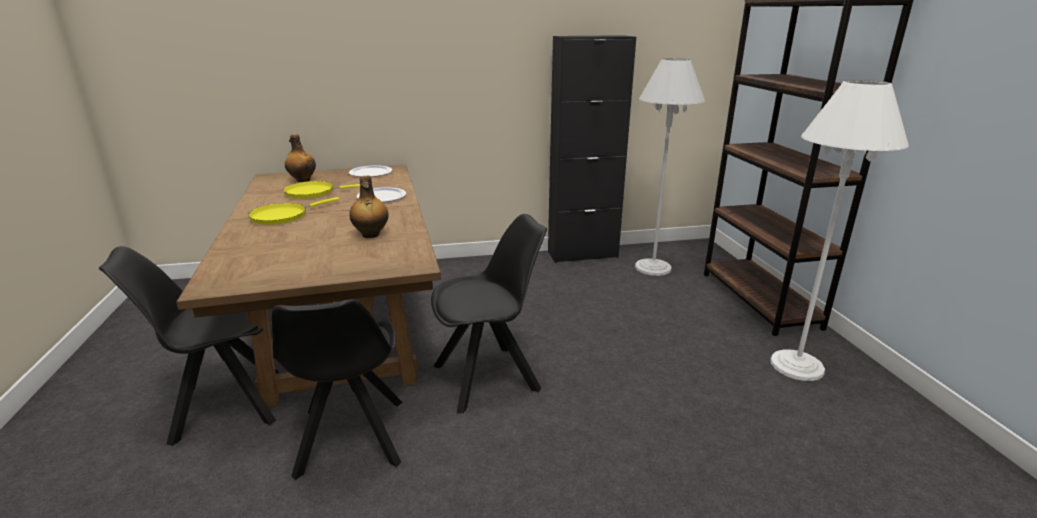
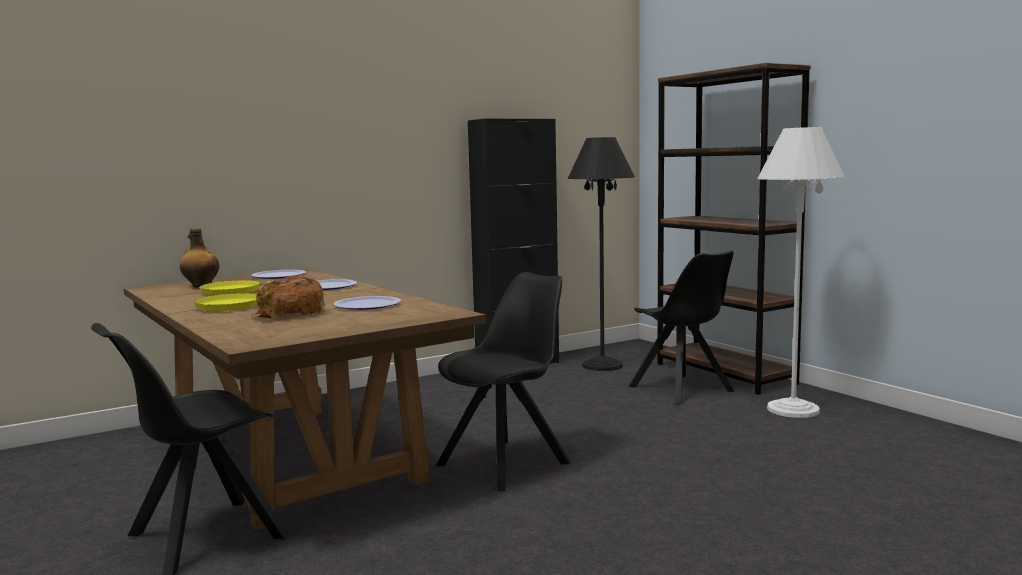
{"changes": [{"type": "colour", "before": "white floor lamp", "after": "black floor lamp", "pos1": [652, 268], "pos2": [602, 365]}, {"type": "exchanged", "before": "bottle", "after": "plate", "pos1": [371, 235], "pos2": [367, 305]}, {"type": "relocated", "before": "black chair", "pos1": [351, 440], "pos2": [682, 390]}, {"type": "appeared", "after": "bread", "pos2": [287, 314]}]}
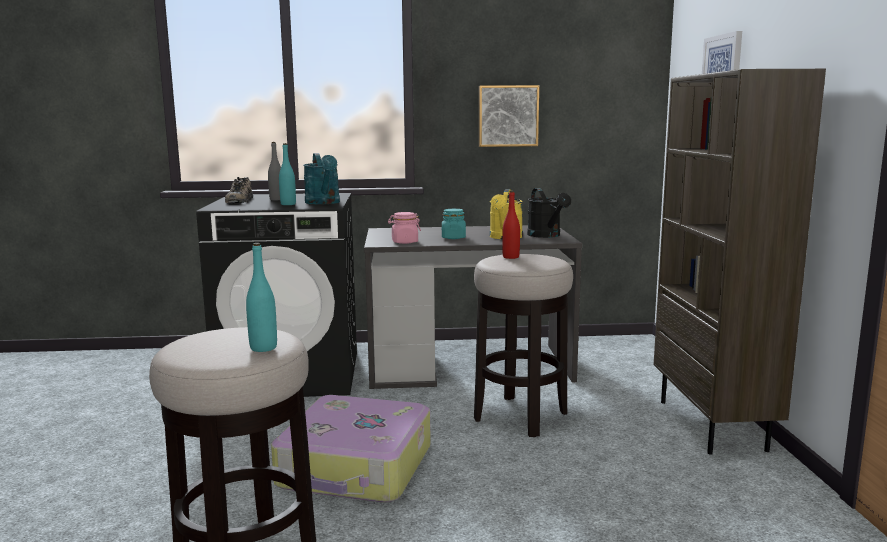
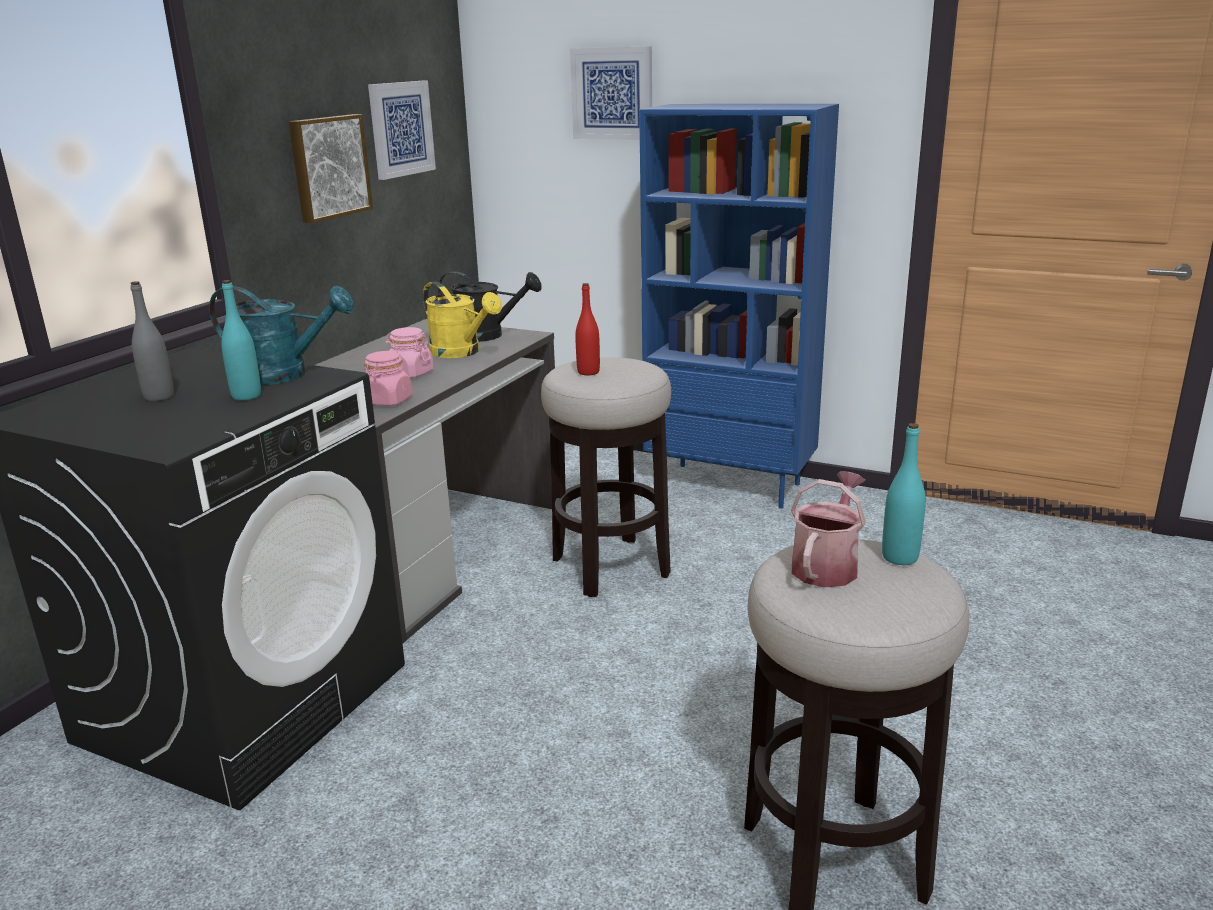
{"changes": [{"type": "colour", "before": "brown bookcase", "after": "blue bookcase", "pos1": [713, 425], "pos2": [731, 485]}, {"type": "missing", "before": "shoe", "pos1": [238, 200]}, {"type": "colour", "before": "turquoise jar", "after": "pink jar", "pos1": [453, 237], "pos2": [410, 373]}, {"type": "missing", "before": "suitcase", "pos1": [356, 467]}, {"type": "appeared", "after": "picture", "pos2": [400, 129]}, {"type": "appeared", "after": "watering can", "pos2": [827, 565]}]}
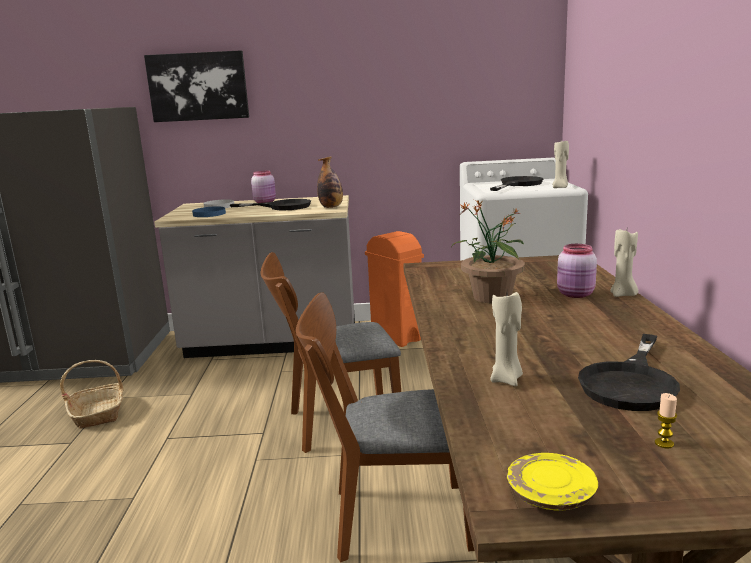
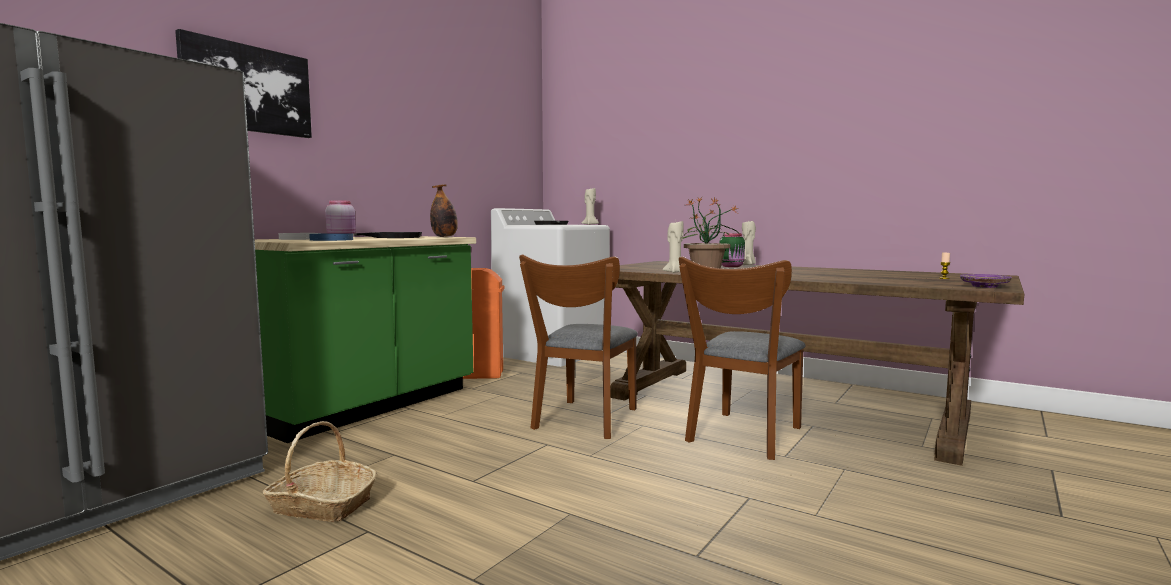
{"changes": [{"type": "colour", "before": "grey counter", "after": "green counter", "pos1": [272, 342], "pos2": [366, 406]}, {"type": "colour", "before": "pink jar", "after": "green jar", "pos1": [576, 294], "pos2": [732, 266]}, {"type": "relocated", "before": "beige candle", "pos1": [507, 379], "pos2": [674, 272]}, {"type": "missing", "before": "black frying pan", "pos1": [631, 382]}, {"type": "colour", "before": "yellow plate", "after": "purple plate", "pos1": [550, 495], "pos2": [985, 286]}]}
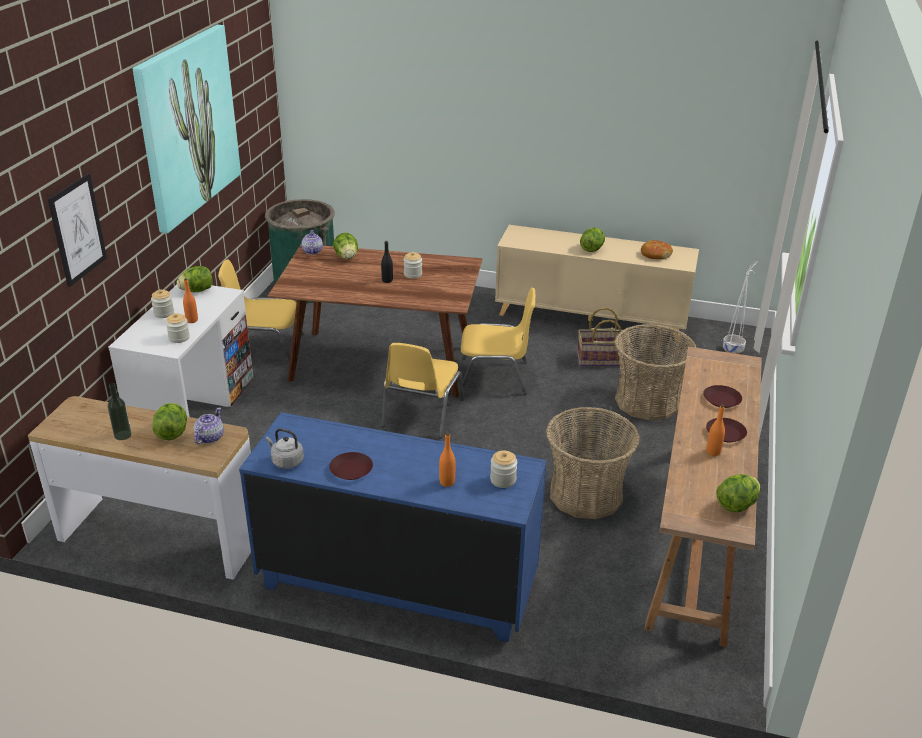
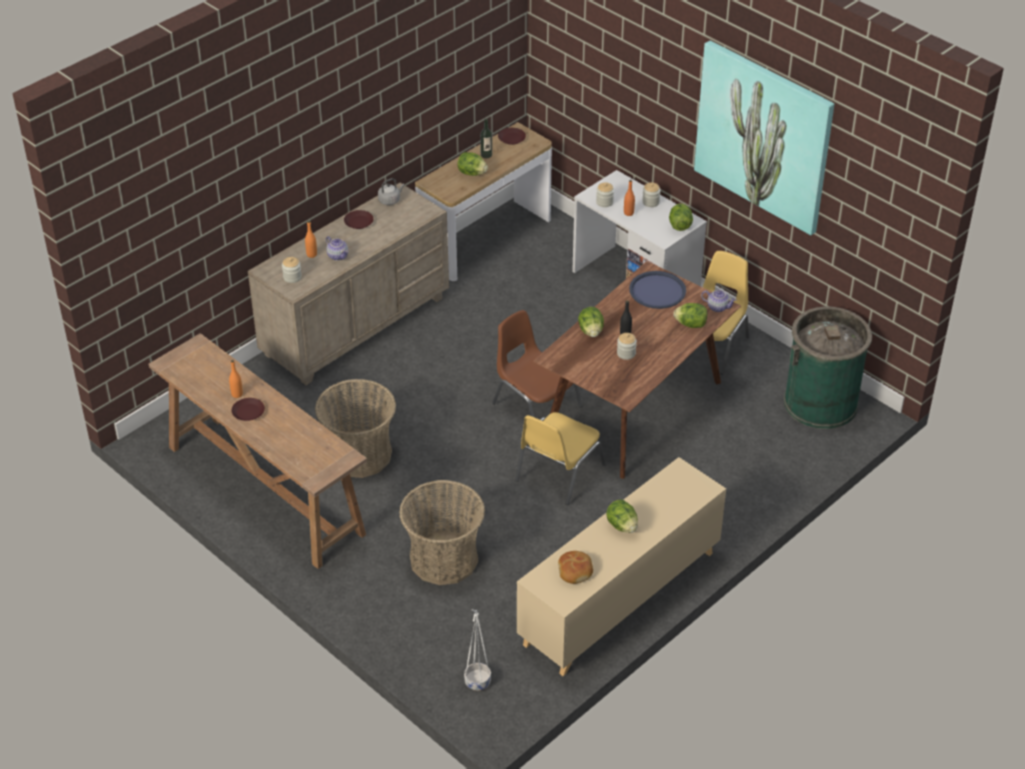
{"changes": [{"type": "missing", "before": "picture", "pos1": [77, 230]}, {"type": "missing", "before": "basket", "pos1": [600, 360]}, {"type": "colour", "before": "yellow chair", "after": "brown chair", "pos1": [421, 414], "pos2": [535, 405]}, {"type": "relocated", "before": "brown plate", "pos1": [722, 400], "pos2": [511, 139]}, {"type": "relocated", "before": "teapot", "pos1": [209, 437], "pos2": [337, 255]}, {"type": "colour", "before": "blue dresser", "after": "beige dresser", "pos1": [397, 582], "pos2": [355, 327]}, {"type": "relocated", "before": "lettuce", "pos1": [736, 505], "pos2": [591, 331]}, {"type": "appeared", "after": "blue tray", "pos2": [657, 291]}]}
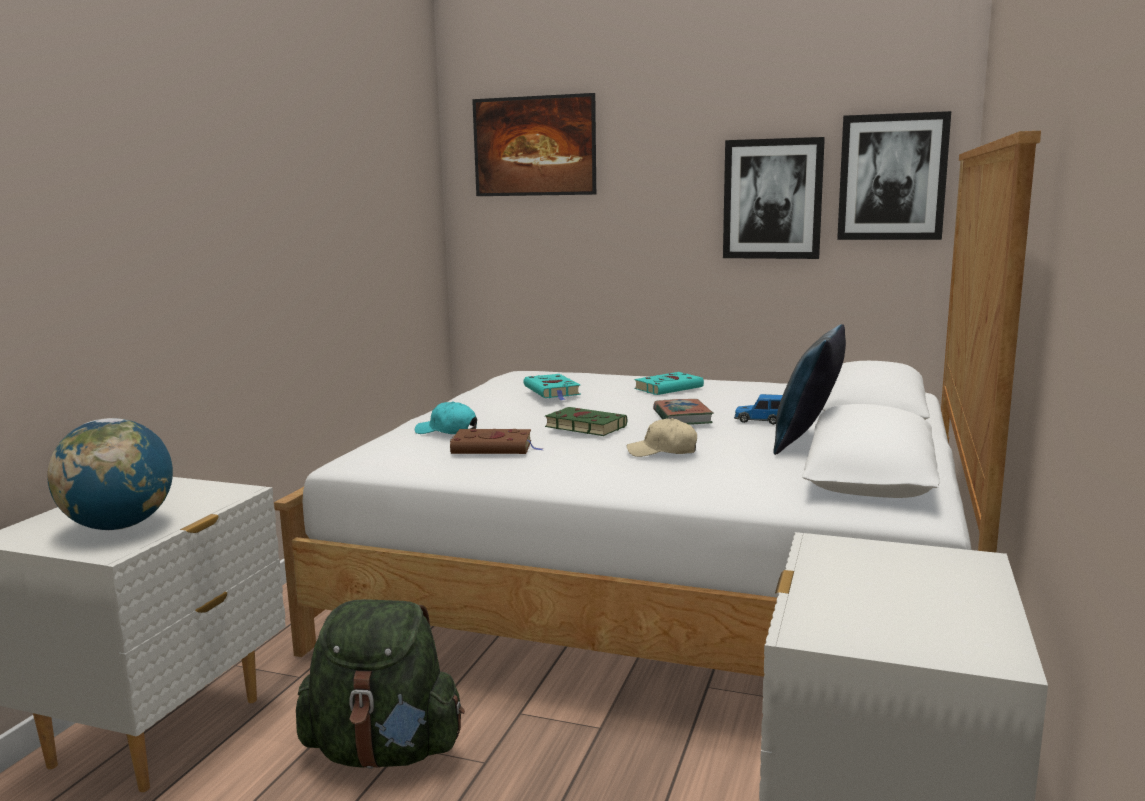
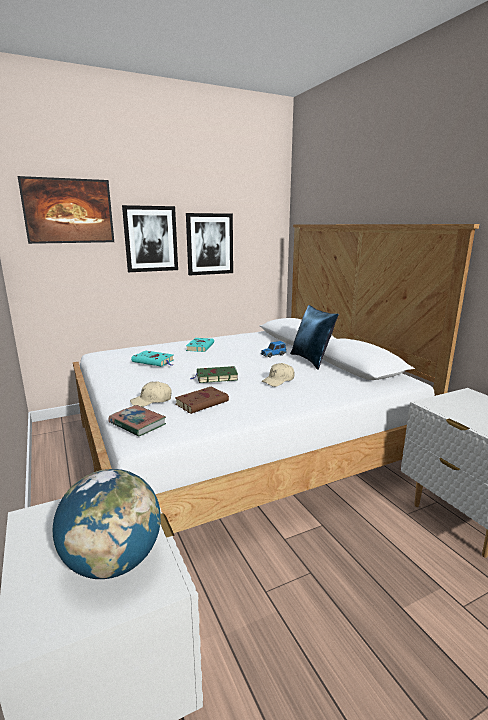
{"changes": [{"type": "relocated", "before": "picture", "pos1": [892, 177], "pos2": [150, 239]}, {"type": "relocated", "before": "book", "pos1": [682, 417], "pos2": [137, 423]}, {"type": "colour", "before": "turquoise cap", "after": "beige cap", "pos1": [447, 431], "pos2": [152, 401]}, {"type": "missing", "before": "green backpack", "pos1": [384, 751]}]}
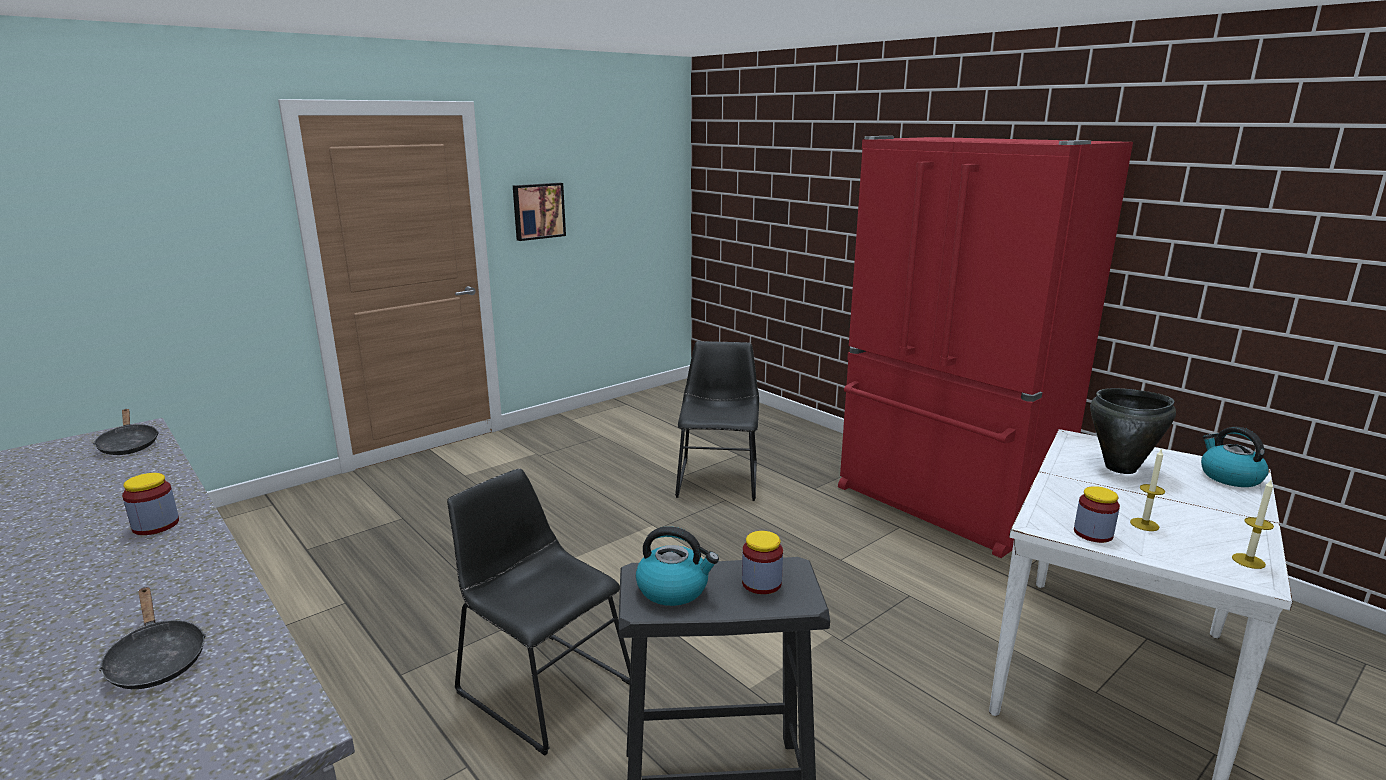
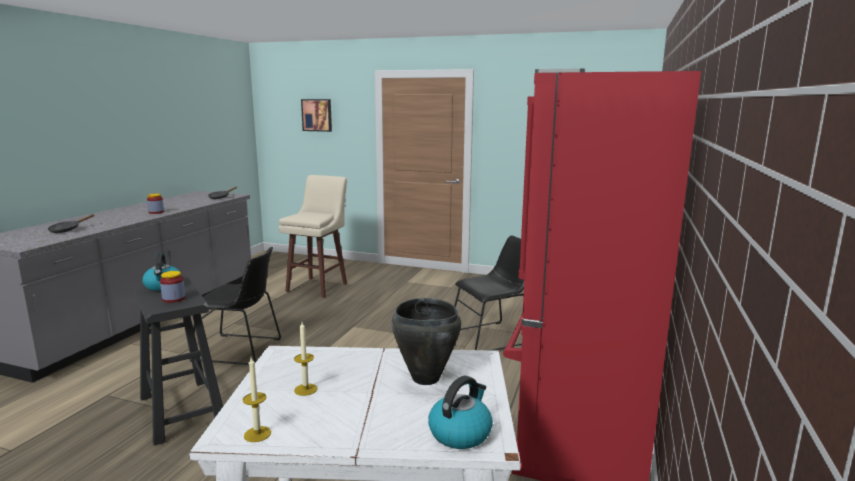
{"changes": [{"type": "relocated", "before": "picture", "pos1": [538, 211], "pos2": [317, 115]}, {"type": "spun", "before": "black chair", "pos1": [540, 684], "pos2": [241, 350], "turn": 90}, {"type": "missing", "before": "jar", "pos1": [1093, 533]}, {"type": "appeared", "after": "beige stool", "pos2": [318, 287]}]}
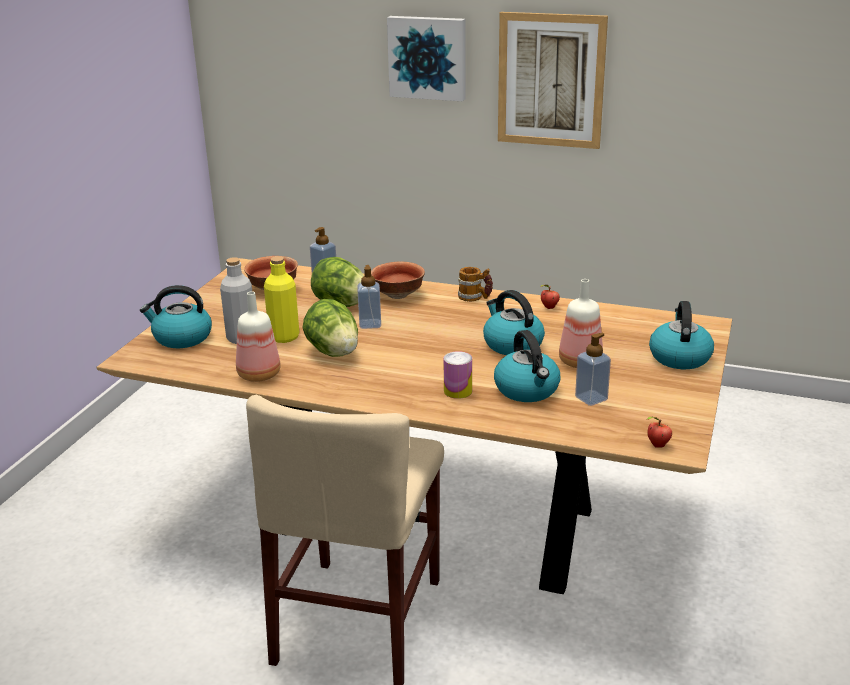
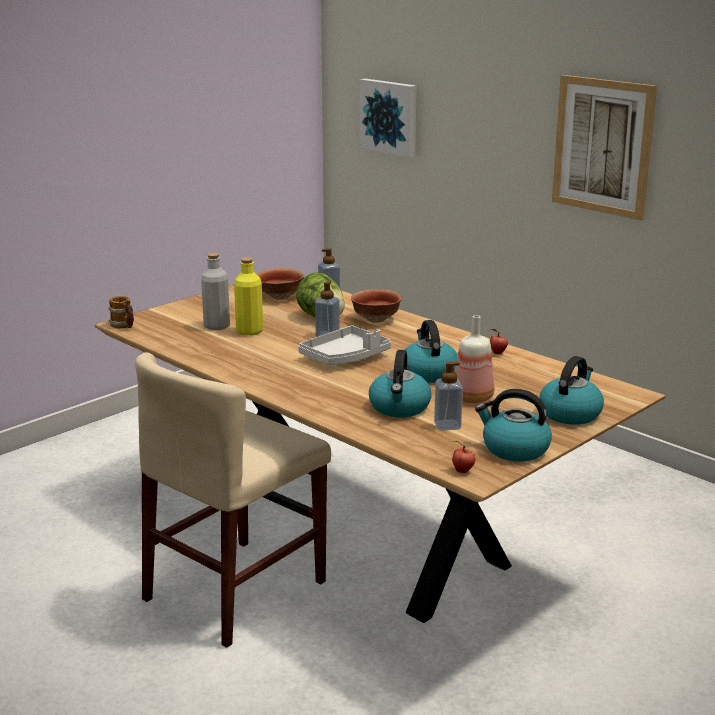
{"changes": [{"type": "relocated", "before": "picture", "pos1": [428, 57], "pos2": [390, 117]}, {"type": "relocated", "before": "mug", "pos1": [475, 297], "pos2": [124, 326]}, {"type": "relocated", "before": "kettle", "pos1": [181, 338], "pos2": [514, 449]}, {"type": "missing", "before": "bottle", "pos1": [258, 375]}, {"type": "missing", "before": "lettuce", "pos1": [333, 352]}, {"type": "missing", "before": "can", "pos1": [458, 391]}, {"type": "appeared", "after": "grey tray", "pos2": [345, 357]}]}
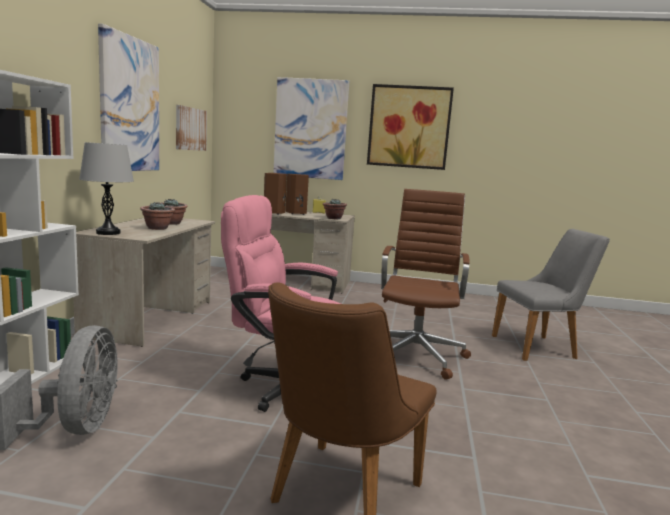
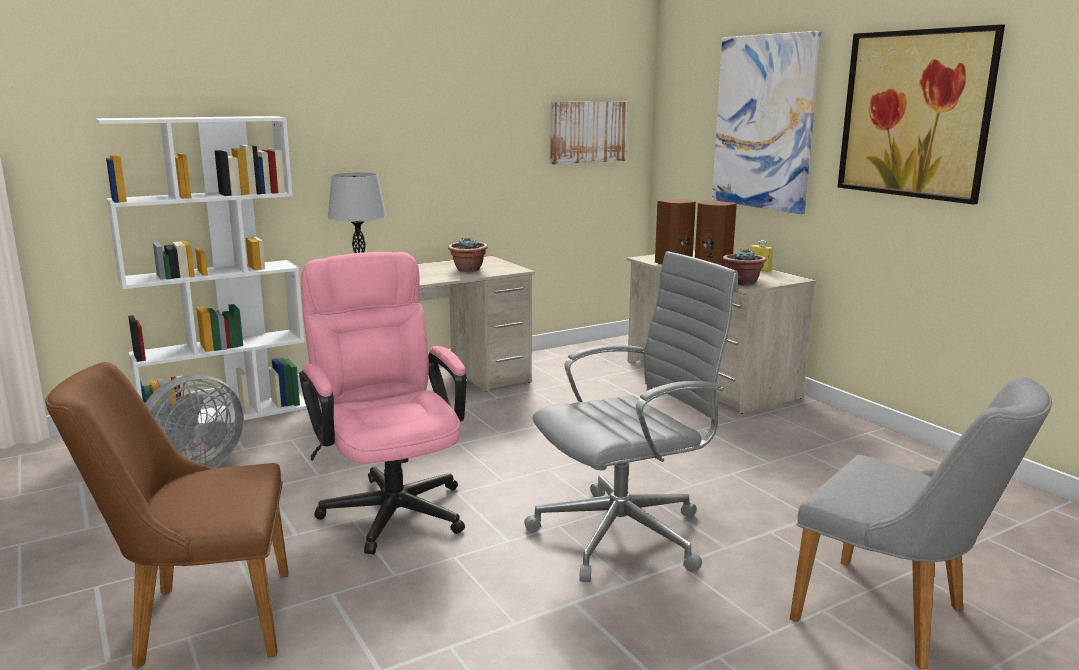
{"changes": [{"type": "missing", "before": "picture", "pos1": [130, 105]}, {"type": "colour", "before": "brown office chair", "after": "grey office chair", "pos1": [416, 355], "pos2": [625, 534]}, {"type": "missing", "before": "potted plant", "pos1": [158, 228]}]}
